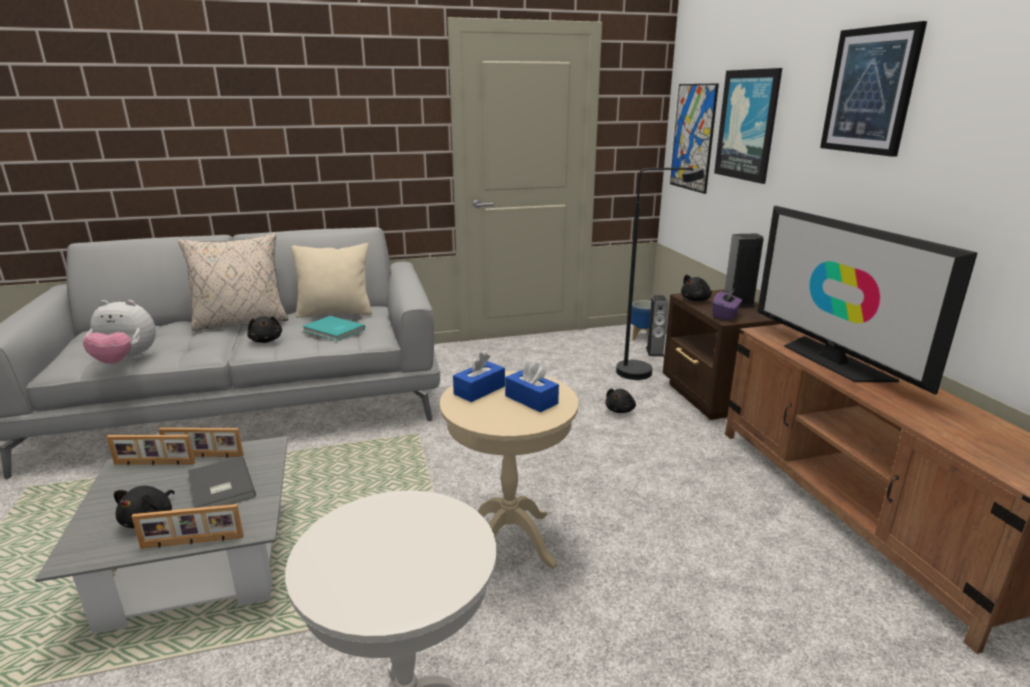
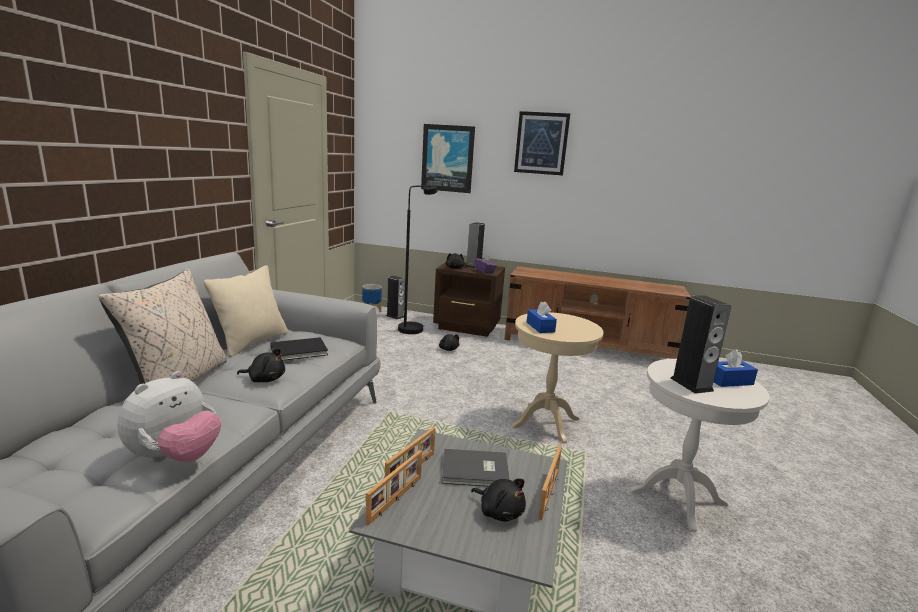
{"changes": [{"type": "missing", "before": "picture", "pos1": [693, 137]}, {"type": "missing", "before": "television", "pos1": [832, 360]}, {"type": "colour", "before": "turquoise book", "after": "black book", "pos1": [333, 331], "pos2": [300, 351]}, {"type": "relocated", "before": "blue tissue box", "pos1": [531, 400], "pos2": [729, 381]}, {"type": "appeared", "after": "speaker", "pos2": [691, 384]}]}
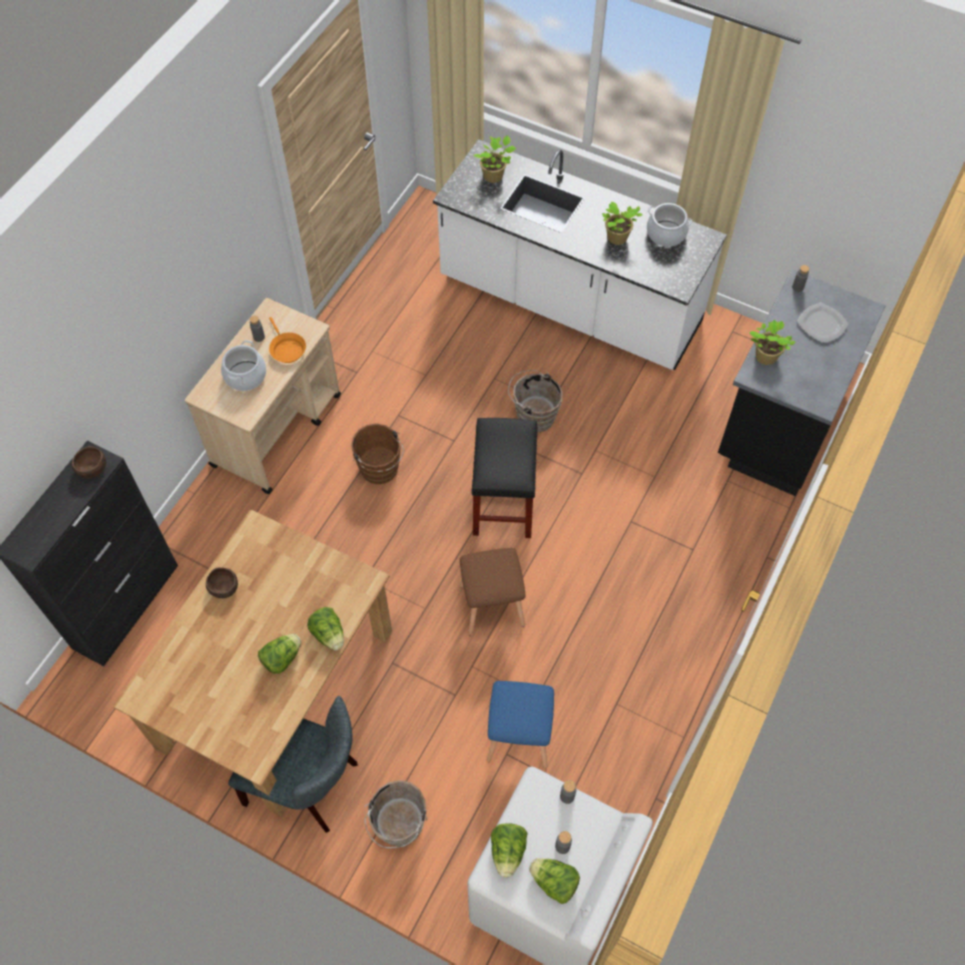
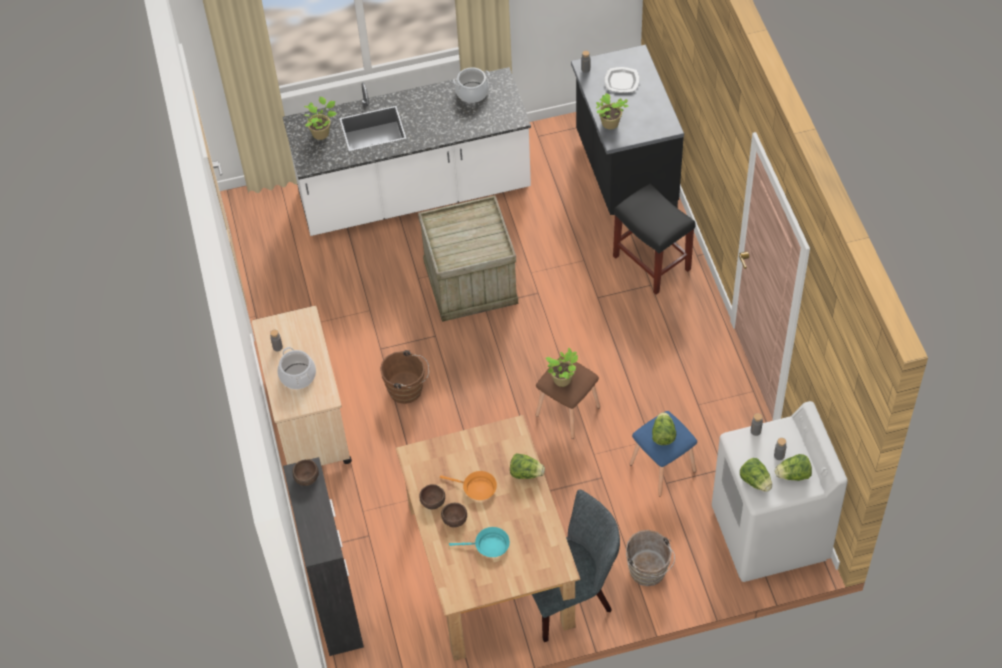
{"changes": [{"type": "relocated", "before": "potted plant", "pos1": [617, 239], "pos2": [563, 380]}, {"type": "relocated", "before": "orange frying pan", "pos1": [286, 349], "pos2": [476, 488]}, {"type": "exchanged", "before": "brown bucket", "after": "crate", "pos1": [533, 415], "pos2": [469, 281]}, {"type": "relocated", "before": "black stool", "pos1": [504, 504], "pos2": [652, 263]}, {"type": "relocated", "before": "lettuce", "pos1": [282, 658], "pos2": [663, 435]}, {"type": "appeared", "after": "brown bowl", "pos2": [454, 518]}, {"type": "appeared", "after": "turquoise frying pan", "pos2": [489, 545]}]}
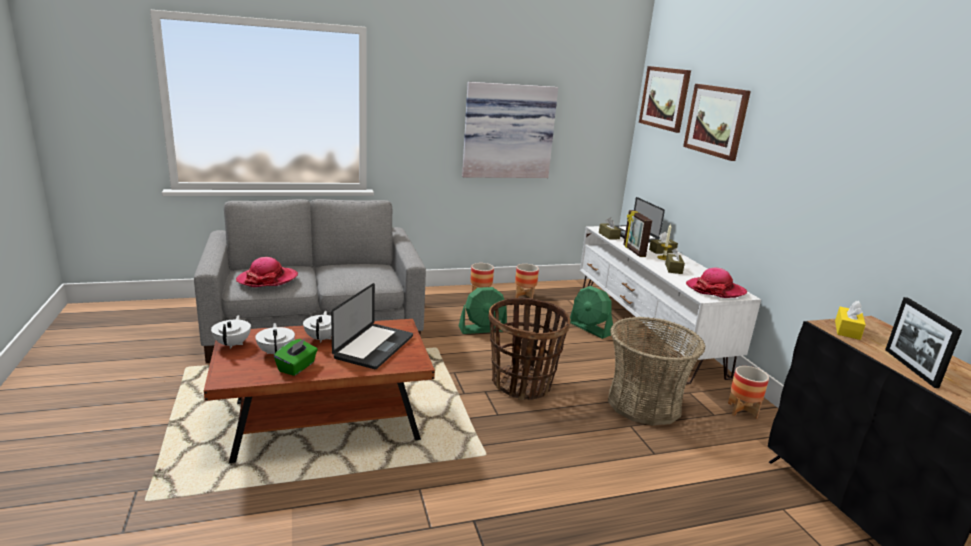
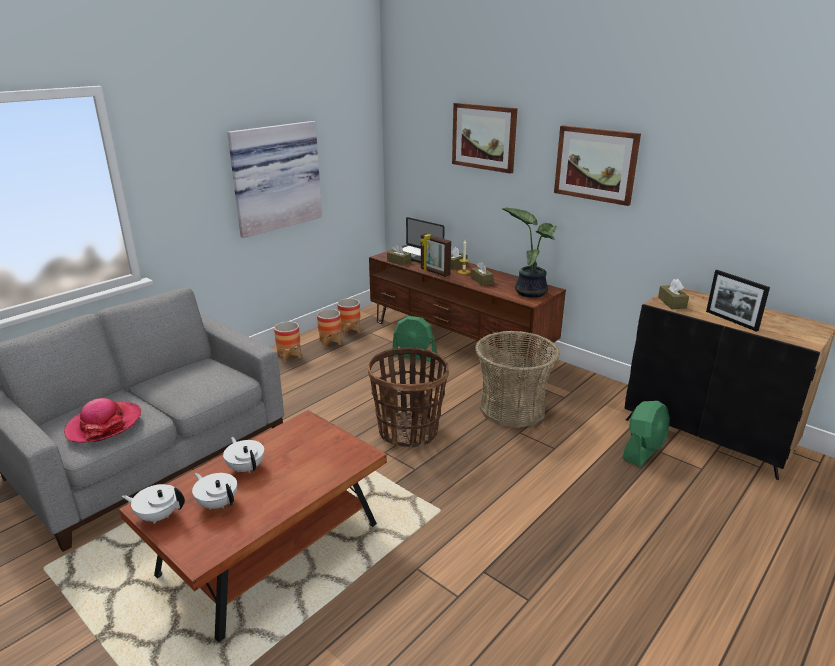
{"changes": [{"type": "relocated", "before": "picture", "pos1": [664, 98], "pos2": [596, 164]}, {"type": "colour", "before": "white tv stand", "after": "brown tv stand", "pos1": [647, 331], "pos2": [459, 341]}, {"type": "exchanged", "before": "hat", "after": "potted plant", "pos1": [715, 290], "pos2": [530, 291]}, {"type": "missing", "before": "laptop", "pos1": [374, 347]}, {"type": "relocated", "before": "green fan", "pos1": [482, 329], "pos2": [643, 451]}, {"type": "colour", "before": "yellow tissue box", "after": "brown tissue box", "pos1": [847, 330], "pos2": [672, 303]}, {"type": "spun", "before": "white teapot", "pos1": [233, 344], "pos2": [158, 516], "turn": -45}, {"type": "missing", "before": "green tissue box", "pos1": [297, 367]}, {"type": "relocated", "before": "planter", "pos1": [742, 411], "pos2": [350, 331]}]}
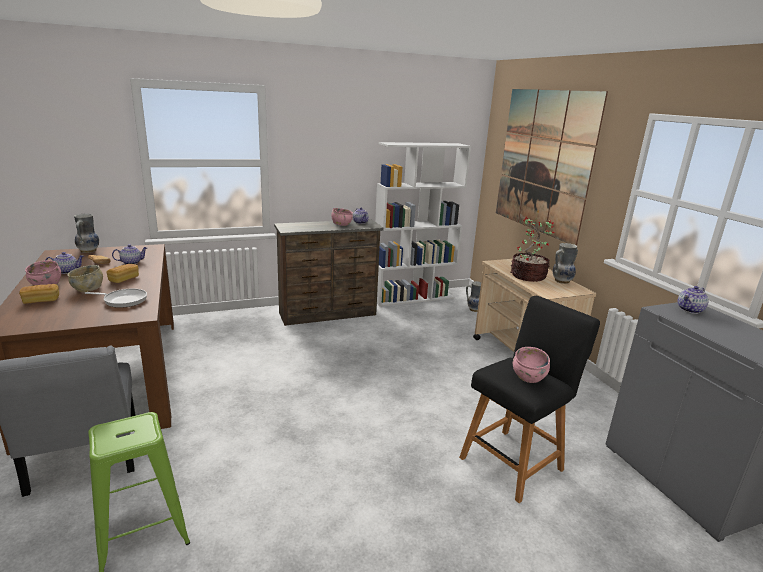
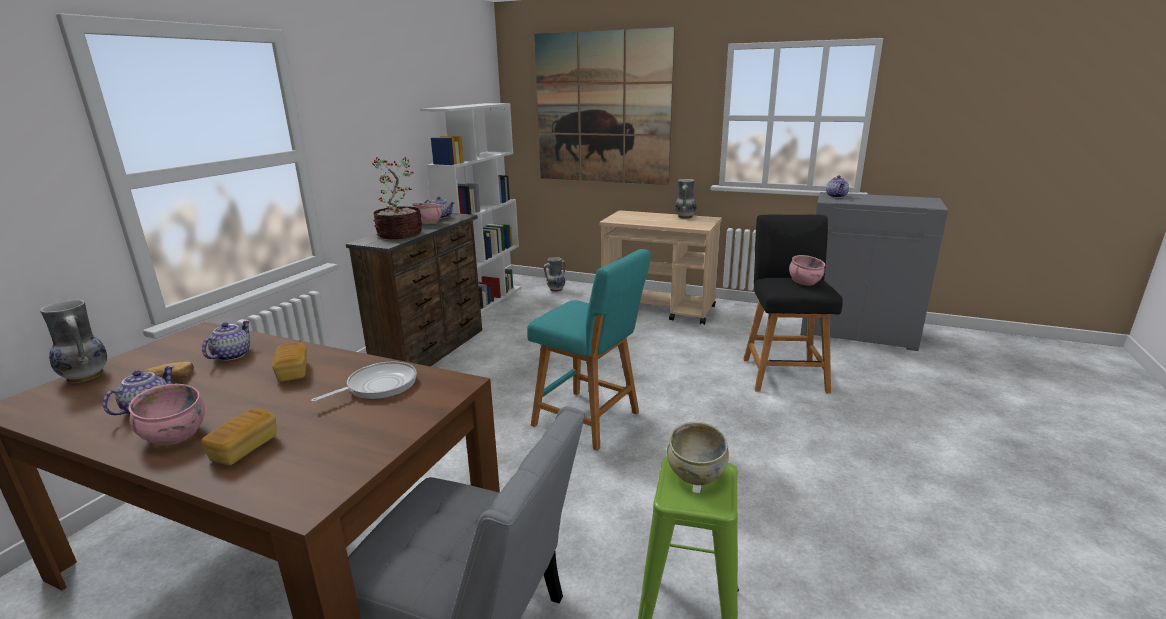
{"changes": [{"type": "relocated", "before": "potted plant", "pos1": [527, 276], "pos2": [399, 235]}, {"type": "relocated", "before": "beige bowl", "pos1": [88, 289], "pos2": [695, 474]}, {"type": "appeared", "after": "turquoise stool", "pos2": [590, 420]}]}
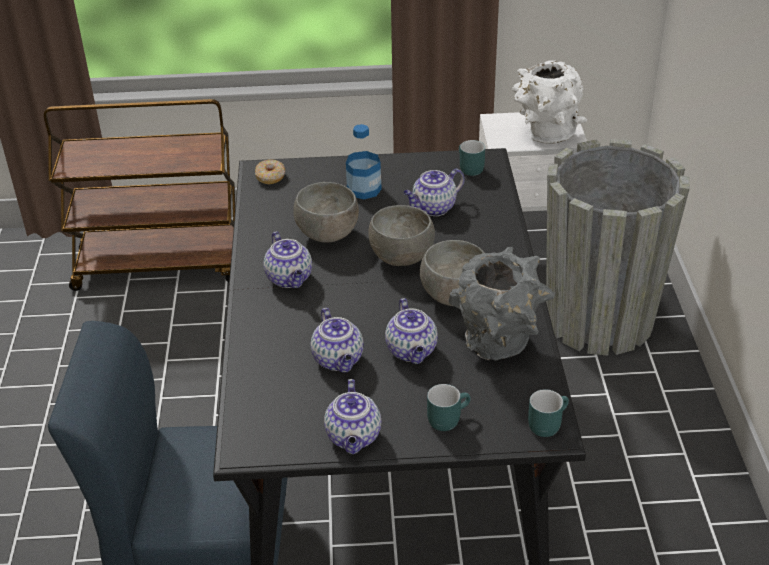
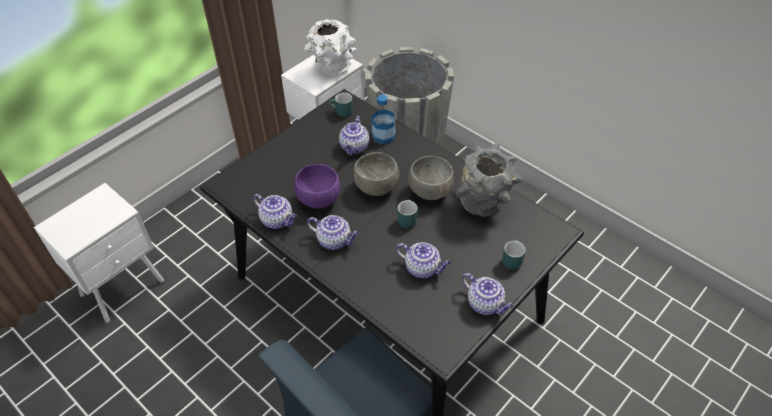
{"changes": [{"type": "exchanged", "before": "brown cart", "after": "white nightstand", "pos1": [161, 265], "pos2": [125, 288]}, {"type": "relocated", "before": "bottle", "pos1": [364, 189], "pos2": [384, 135]}, {"type": "missing", "before": "donut", "pos1": [270, 177]}, {"type": "colour", "before": "grey bowl", "after": "purple bowl", "pos1": [327, 235], "pos2": [319, 200]}, {"type": "relocated", "before": "teapot", "pos1": [412, 351], "pos2": [278, 220]}, {"type": "relocated", "before": "turquoise mug", "pos1": [546, 423], "pos2": [406, 219]}]}
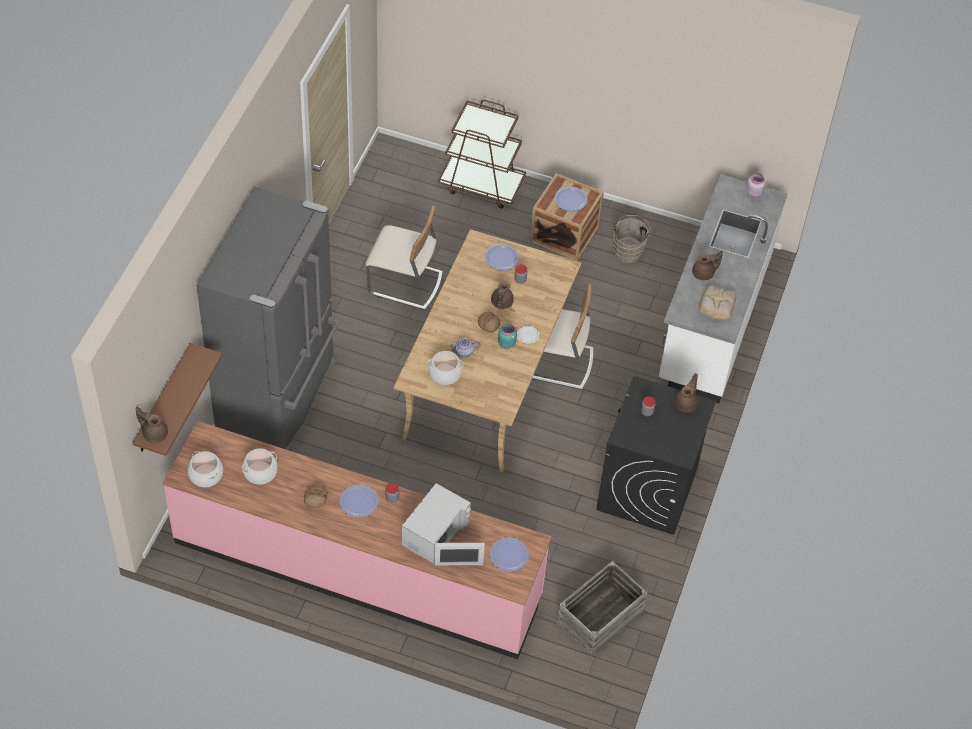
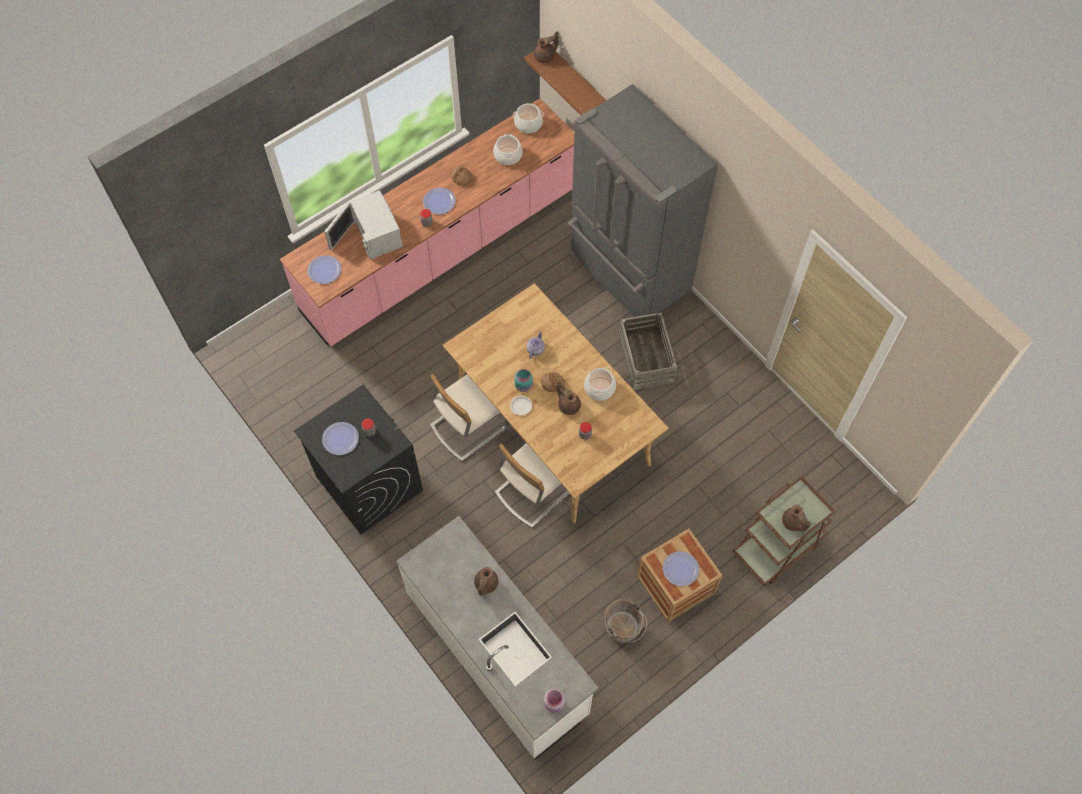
{"changes": [{"type": "relocated", "before": "beige chair", "pos1": [405, 284], "pos2": [469, 426]}, {"type": "relocated", "before": "plate", "pos1": [502, 258], "pos2": [340, 439]}, {"type": "missing", "before": "bread", "pos1": [716, 305]}, {"type": "relocated", "before": "cooking pot", "pos1": [445, 374], "pos2": [599, 389]}, {"type": "relocated", "before": "brown teapot", "pos1": [686, 404], "pos2": [793, 523]}, {"type": "relocated", "before": "crate", "pos1": [600, 617], "pos2": [645, 358]}]}
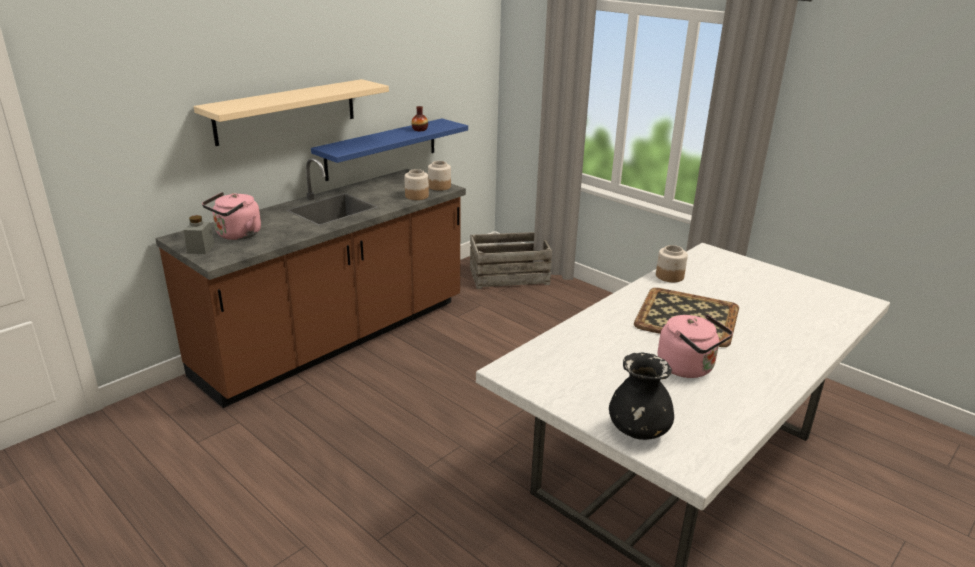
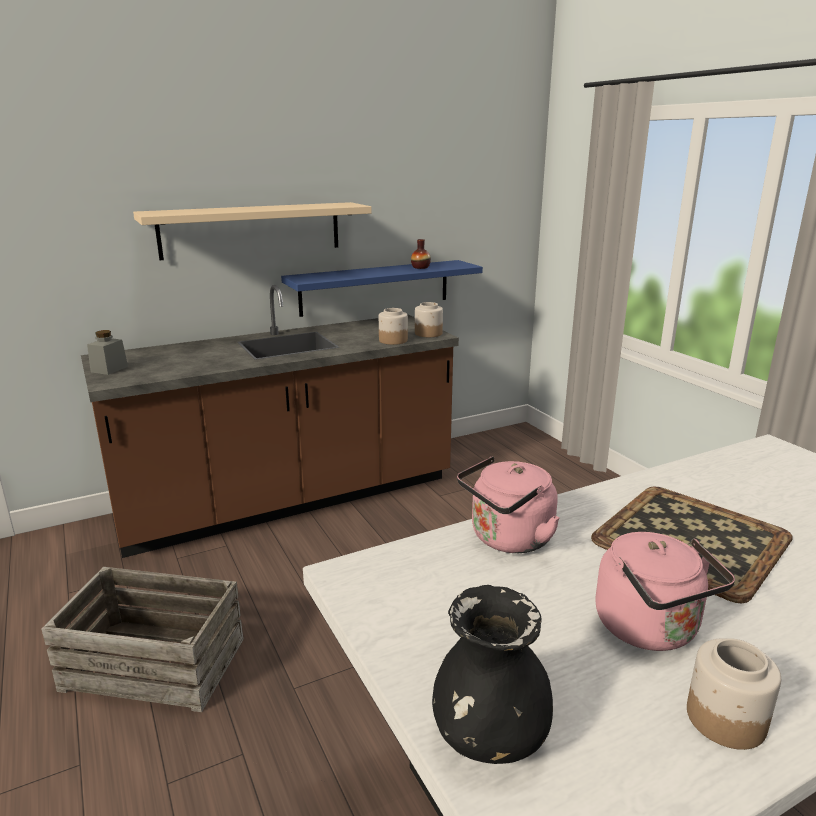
{"changes": [{"type": "relocated", "before": "pink kettle", "pos1": [236, 235], "pos2": [508, 539]}, {"type": "relocated", "before": "crate", "pos1": [509, 276], "pos2": [153, 665]}, {"type": "relocated", "before": "jar", "pos1": [669, 276], "pos2": [724, 718]}]}
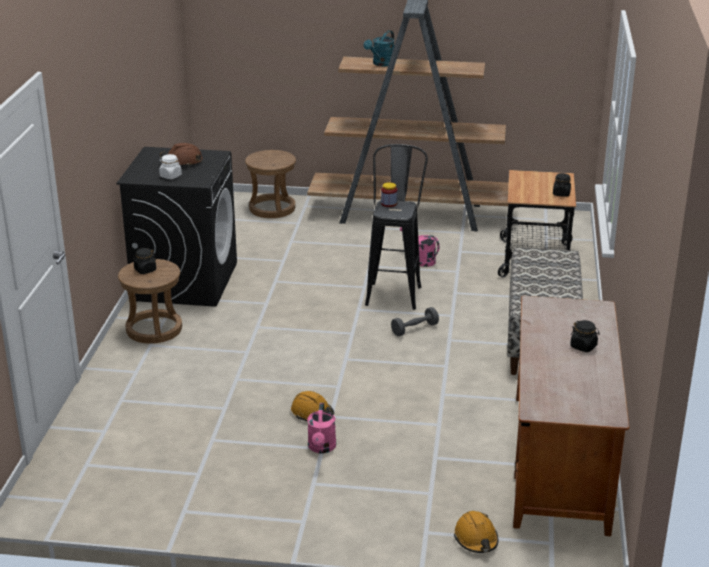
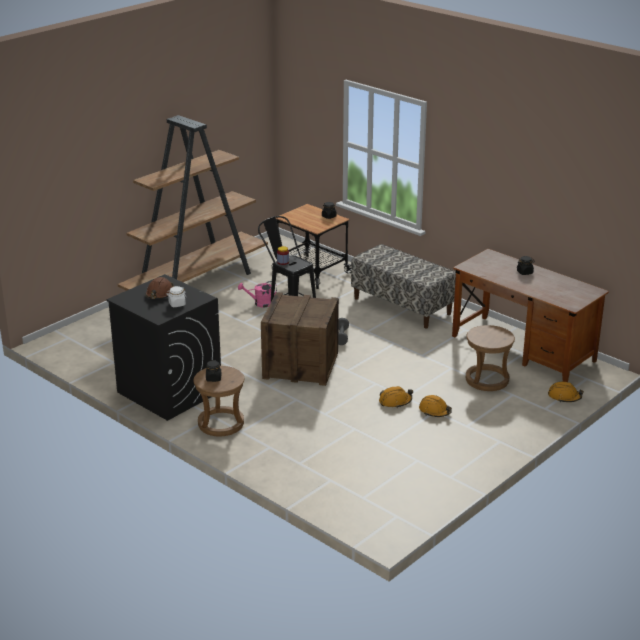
{"changes": [{"type": "missing", "before": "turquoise watering can", "pos1": [381, 64]}, {"type": "relocated", "before": "brown stool", "pos1": [272, 208], "pos2": [487, 380]}, {"type": "exchanged", "before": "pink watering can", "after": "orange hard hat", "pos1": [321, 448], "pos2": [435, 411]}, {"type": "appeared", "after": "crate", "pos2": [300, 366]}]}
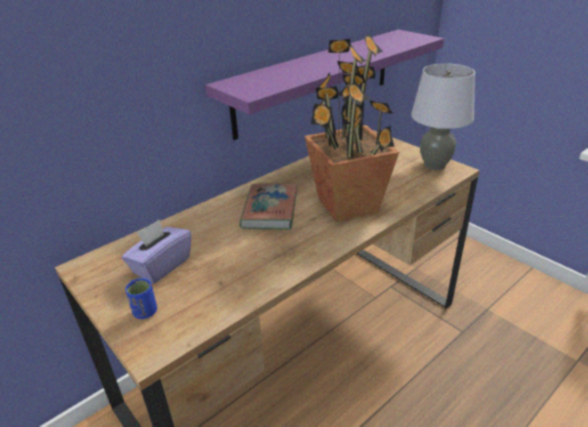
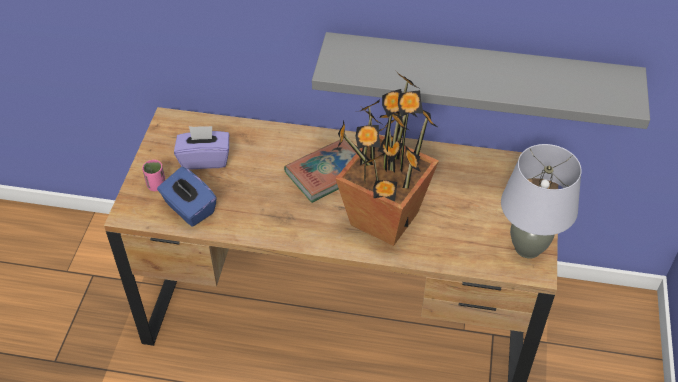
{"changes": [{"type": "colour", "before": "purple shelf", "after": "grey shelf", "pos1": [315, 81], "pos2": [478, 76]}, {"type": "colour", "before": "blue cup", "after": "pink cup", "pos1": [145, 312], "pos2": [156, 185]}, {"type": "appeared", "after": "blue tissue box", "pos2": [189, 209]}]}
